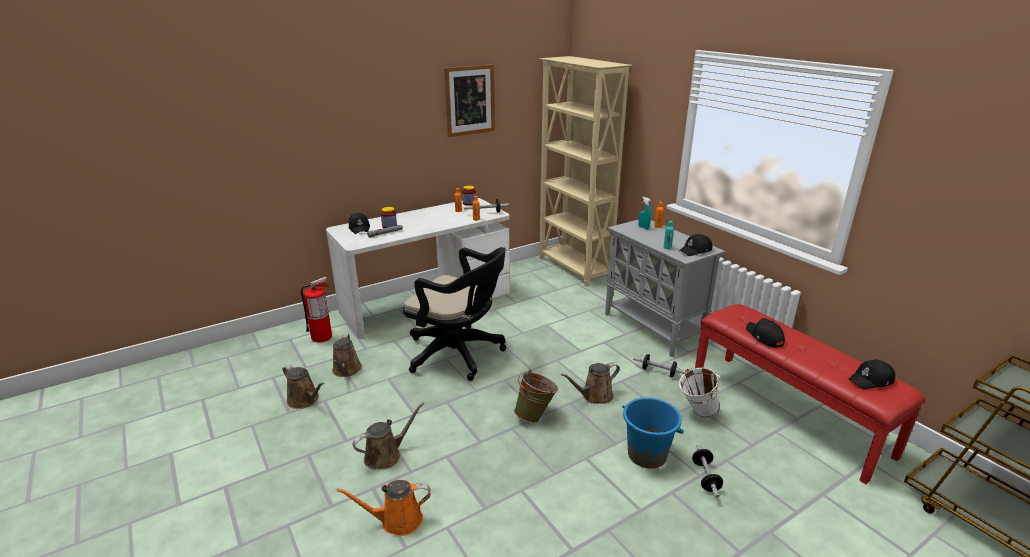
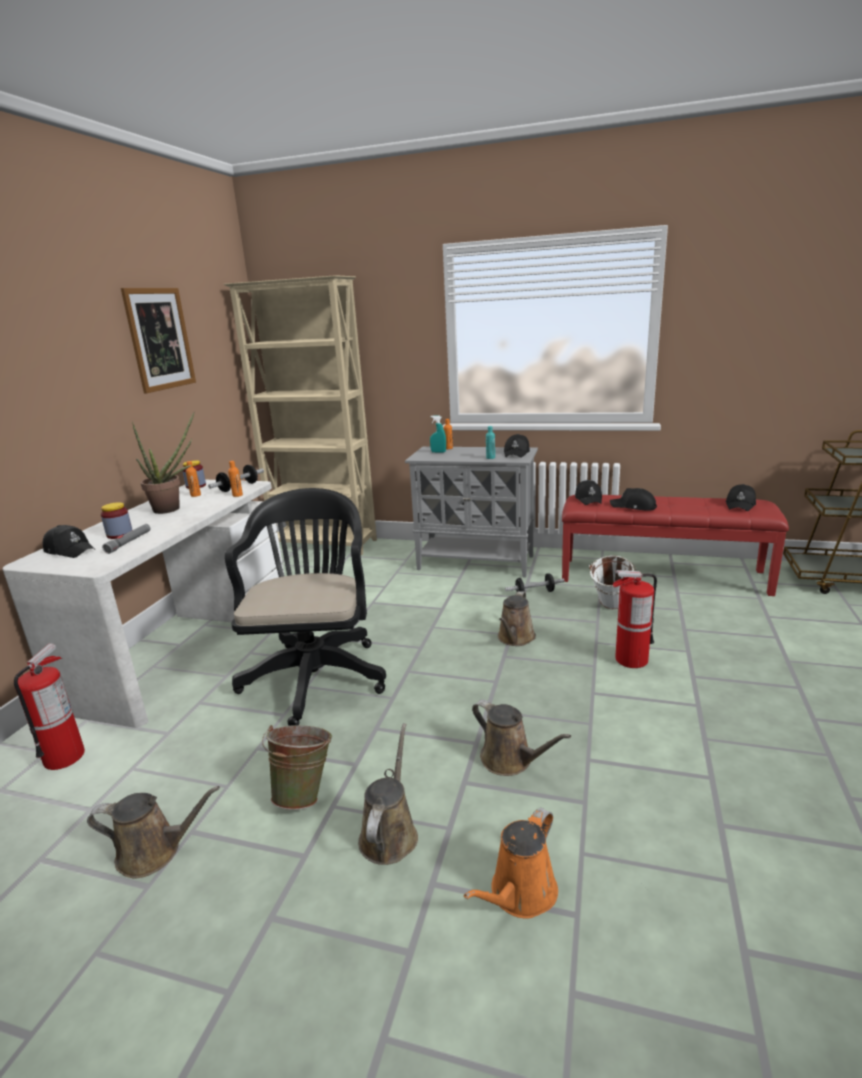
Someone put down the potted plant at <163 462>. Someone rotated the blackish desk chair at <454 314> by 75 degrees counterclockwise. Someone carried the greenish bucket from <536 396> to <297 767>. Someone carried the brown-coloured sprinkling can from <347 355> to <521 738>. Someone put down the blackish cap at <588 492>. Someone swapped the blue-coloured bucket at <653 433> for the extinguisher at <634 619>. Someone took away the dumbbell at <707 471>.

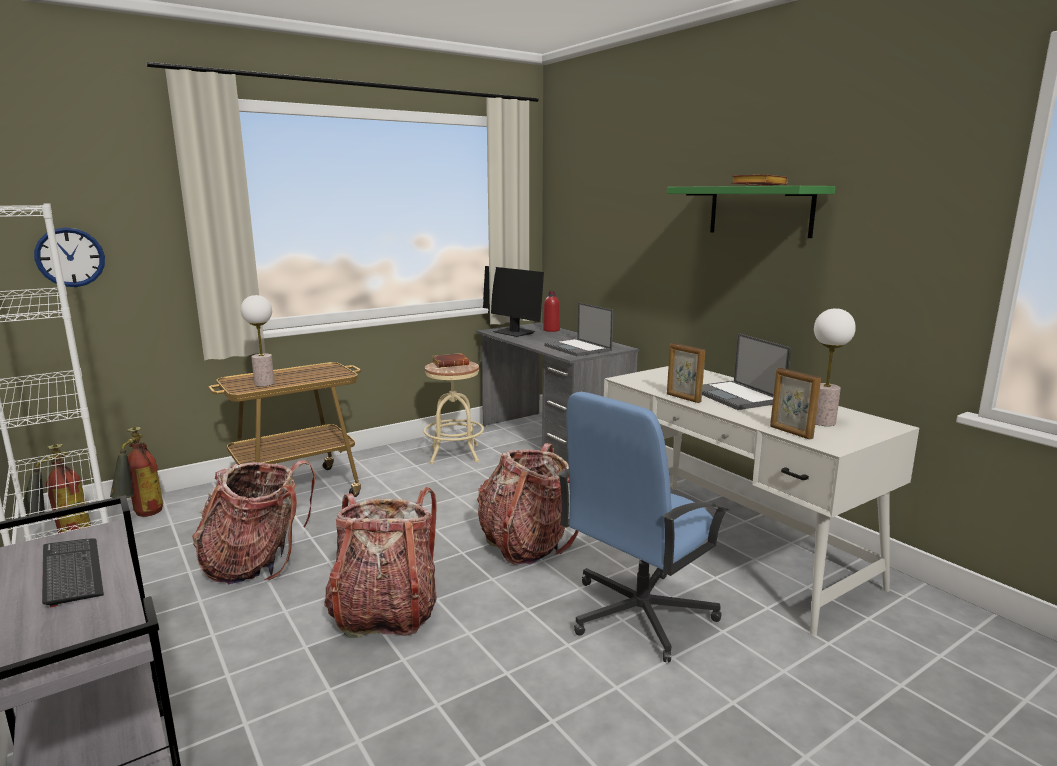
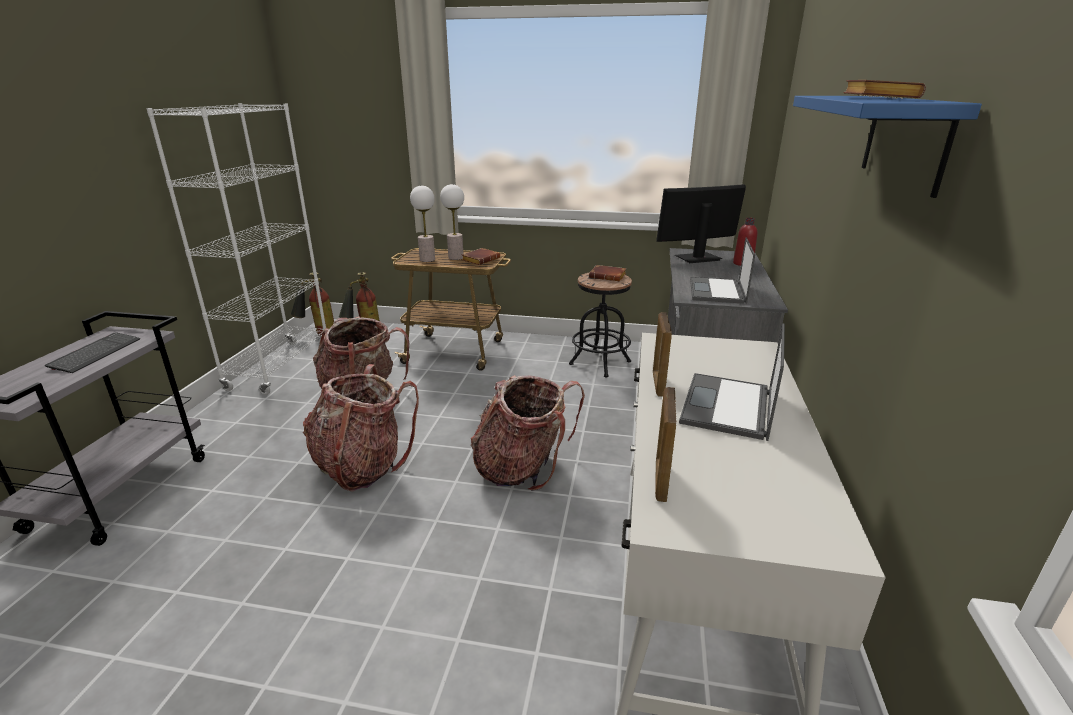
Someone carried the lamp for a table from <835 367> to <452 222>. Someone put down the brown-coloured book at <481 256>. Someone repainted the beige sitting stool at <454 412>, which became the blackish sitting stool at <600 325>. Someone rotated the computer screen at <513 301> by 75 degrees clockwise. Someone repainted the greenish wall shelf at <751 212>, which became the blue-coloured wall shelf at <887 147>. Someone took away the hanging clock at <69 257>. Someone took away the blue-coloured desk chair at <643 527>.

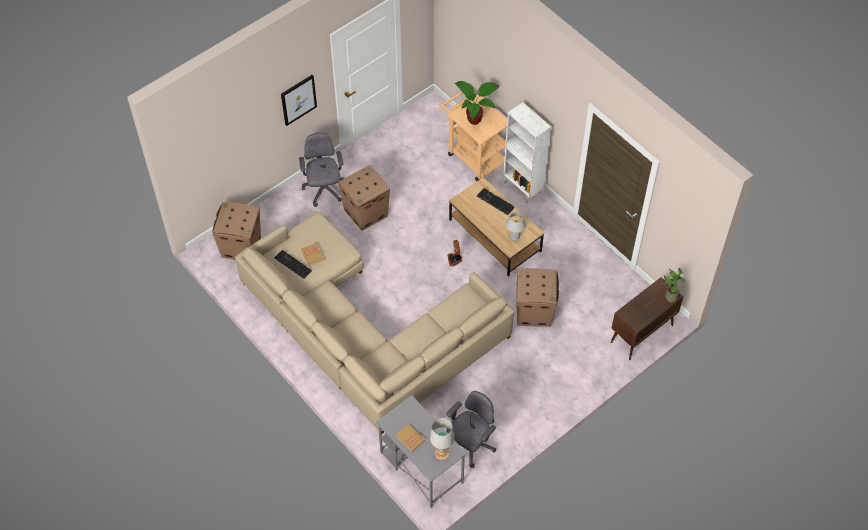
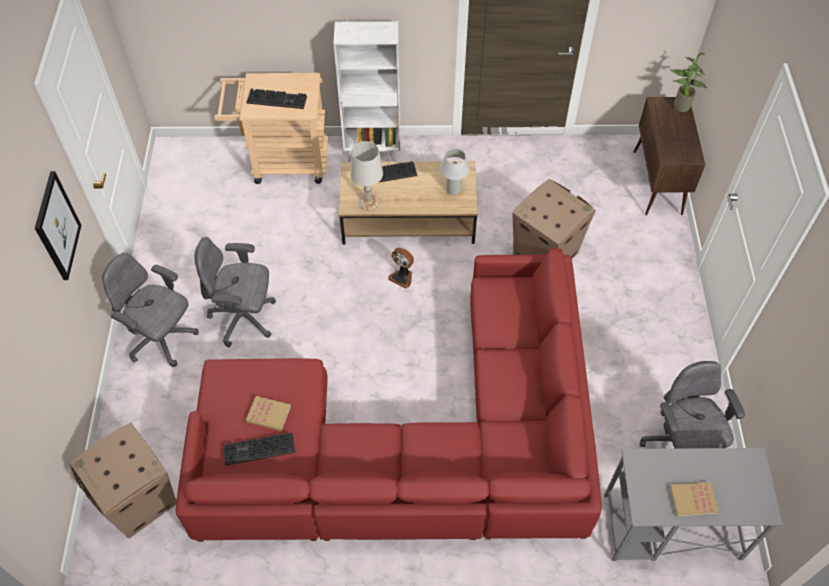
Someone repainted the beige couch at <375 323>, which became the red-coloured couch at <388 395>. Someone swapped the cardboard box at <364 197> for the greyish desk chair at <235 292>. Someone swapped the potted plant at <477 103> for the computer keyboard at <276 98>. Someone carried the white-coloured lamp for a table from <442 439> to <366 176>.

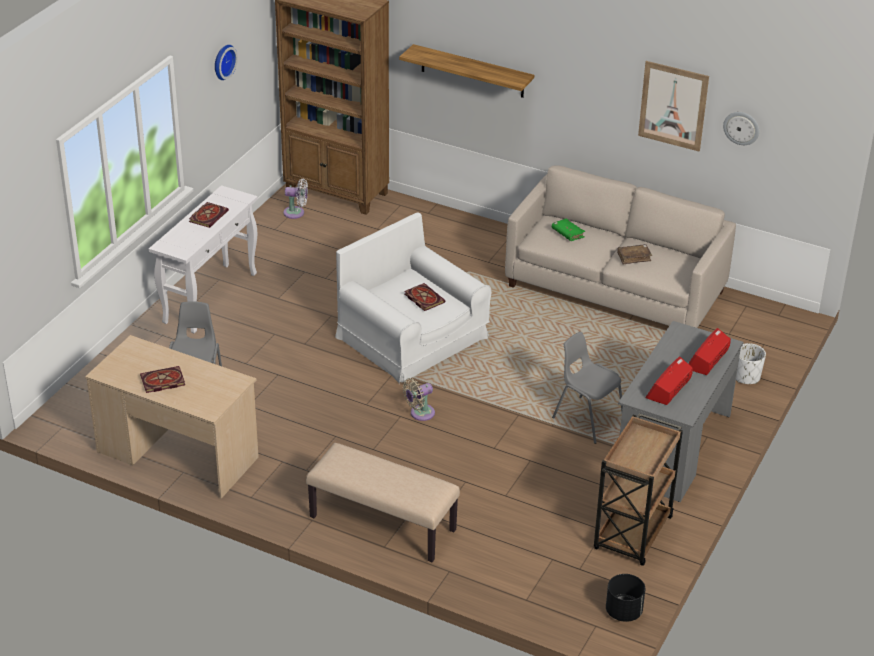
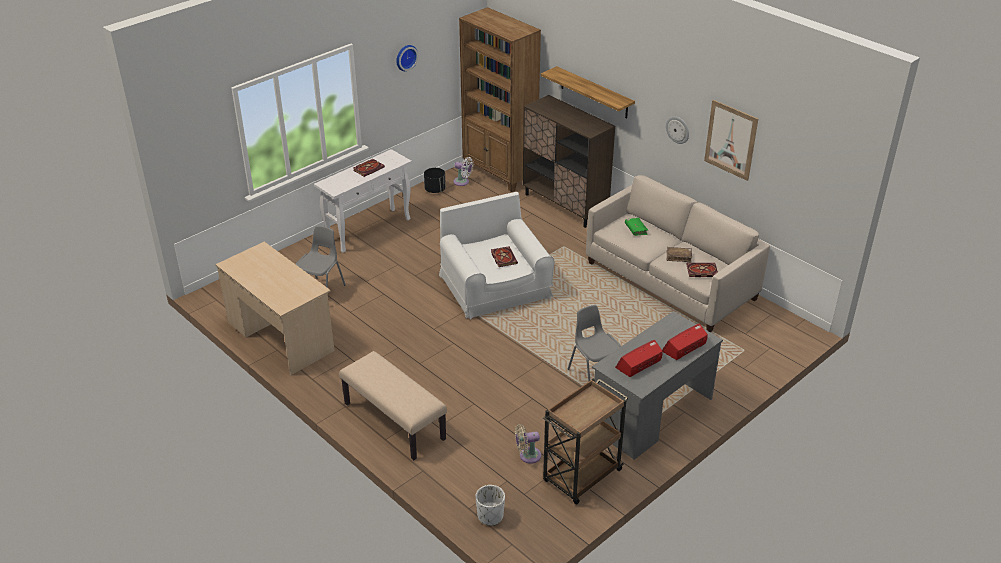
Someone carried the blackish planter from <625 598> to <435 180>. Someone carried the white-coloured planter from <751 363> to <490 505>. Someone carried the beige fan from <419 399> to <528 444>. Someone put down the brown-coloured cabinet at <569 161>. Someone carried the hanging clock from <741 128> to <677 130>. Someone carried the book from <162 379> to <702 270>.

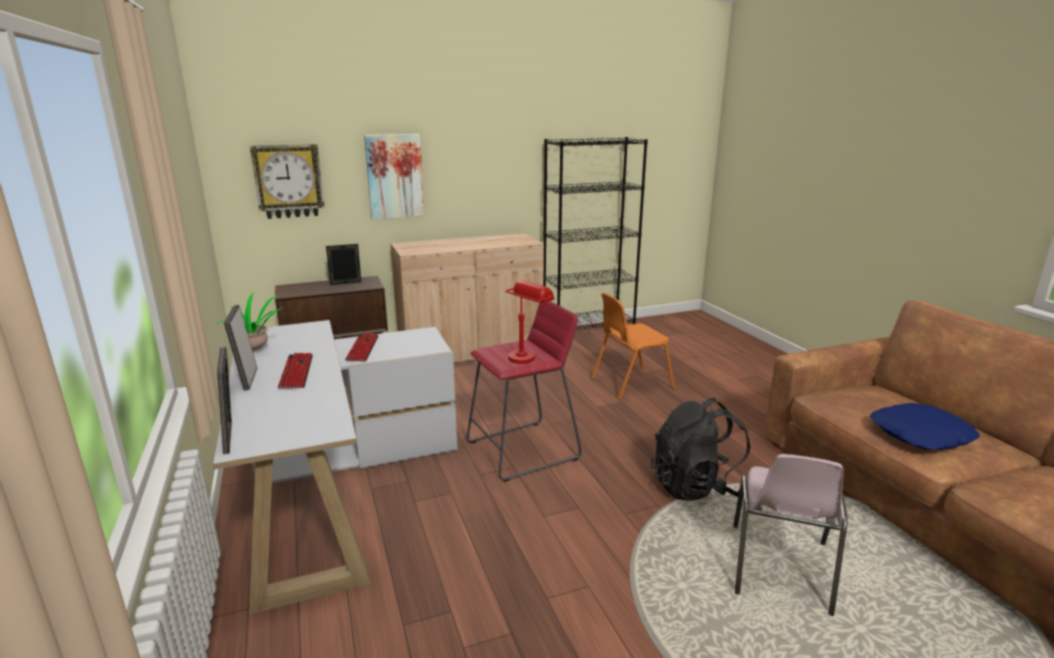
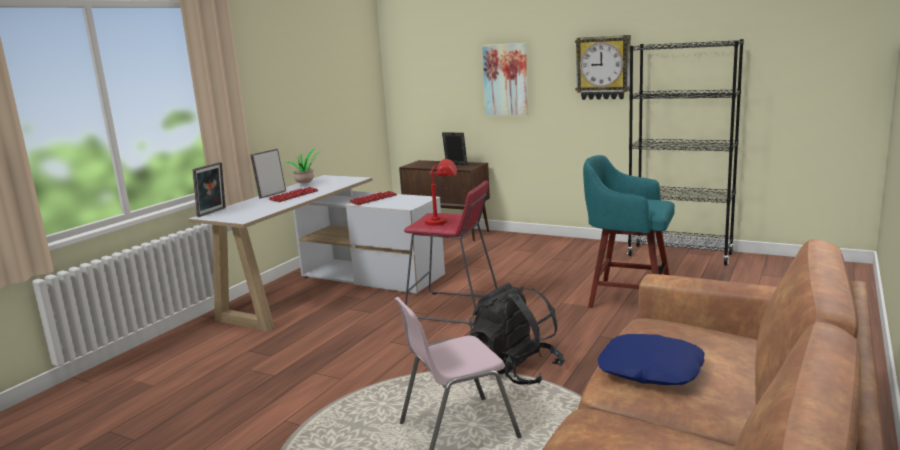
Someone carried the hanging clock from <287 181> to <603 67>. Someone swapped the orange plain chair at <633 346> for the blue-green sitting stool at <629 231>. Someone took away the beige cabinet at <467 297>.

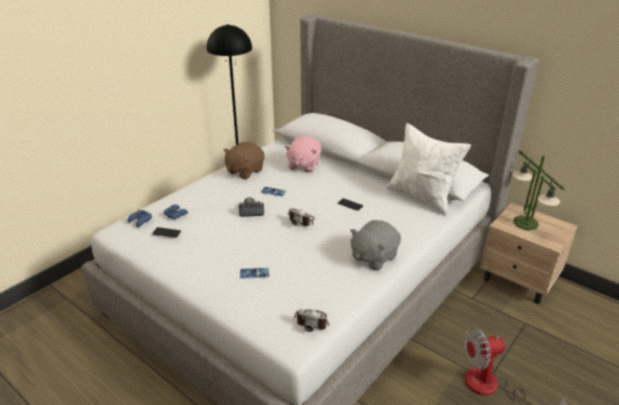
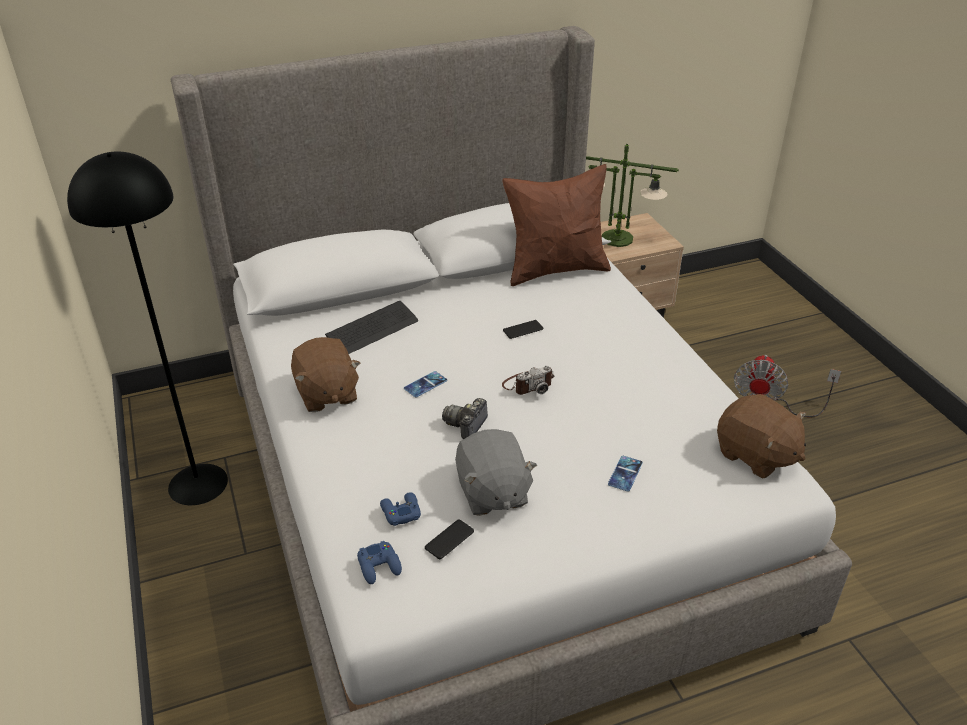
Someone swapped the pinkish soft toy at <303 154> for the computer keyboard at <371 327>. Someone carried the greyish soft toy from <375 245> to <496 472>. Someone repainted the white-coloured cushion at <428 169>, which became the brown-coloured cushion at <557 225>. Someone swapped the photo camera at <312 320> for the brown-coloured soft toy at <761 436>.

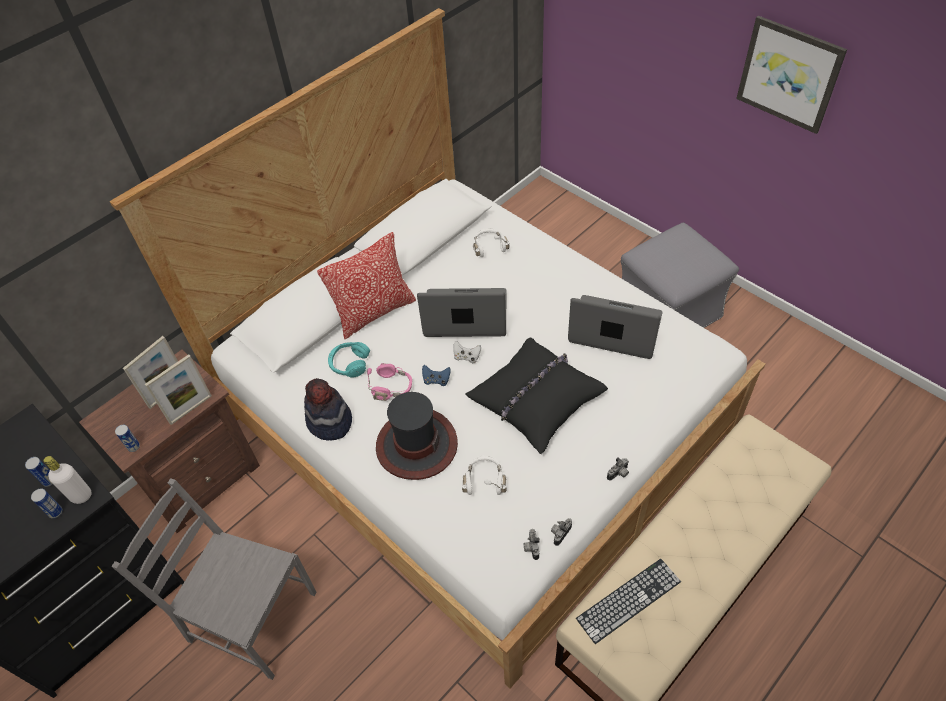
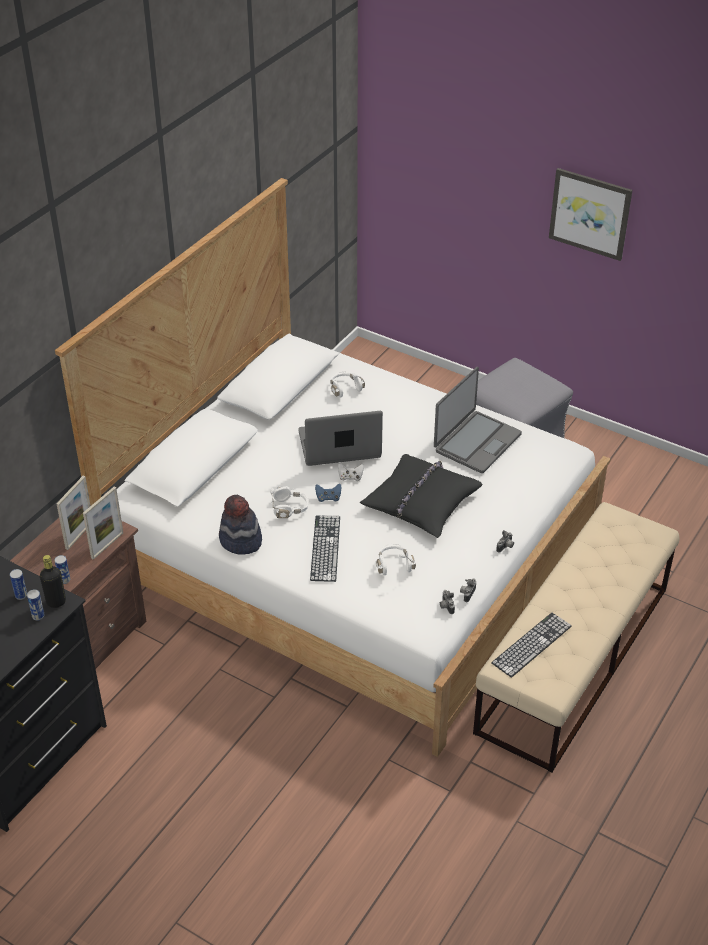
Someone repainted the white-coloured bottle at <68 480>, which became the blackish bottle at <53 581>. Someone repainted the pinkish pair of headphones at <389 382>, which became the white-coloured pair of headphones at <289 502>. Someone swapped the wearable hat at <417 436> for the computer keyboard at <325 548>. Someone rotated the portable computer at <615 327> by 120 degrees clockwise. Someone took away the greyish plain chair at <214 579>. Someone took away the cushion at <366 286>. Someone took away the blue-green pair of headphones at <349 360>.

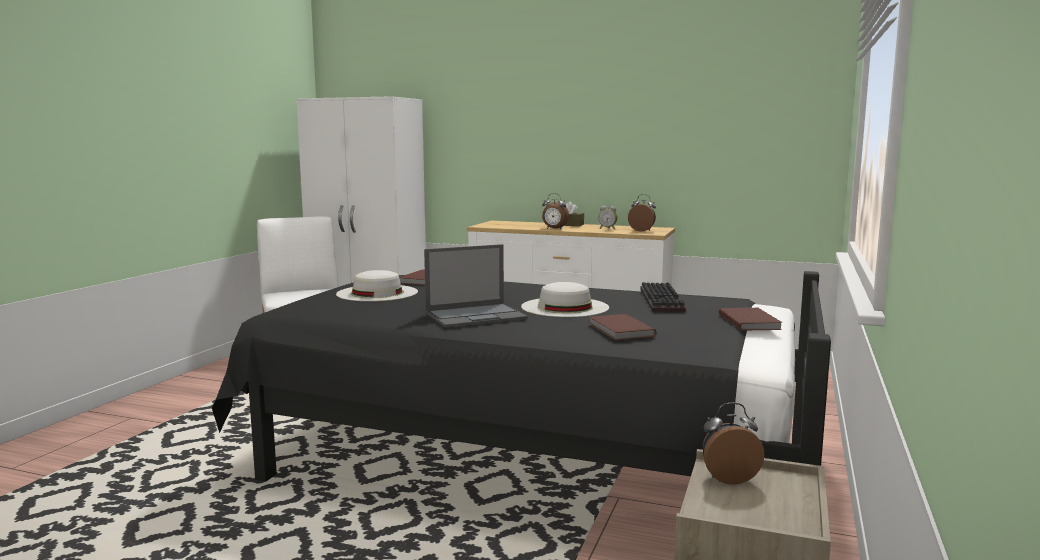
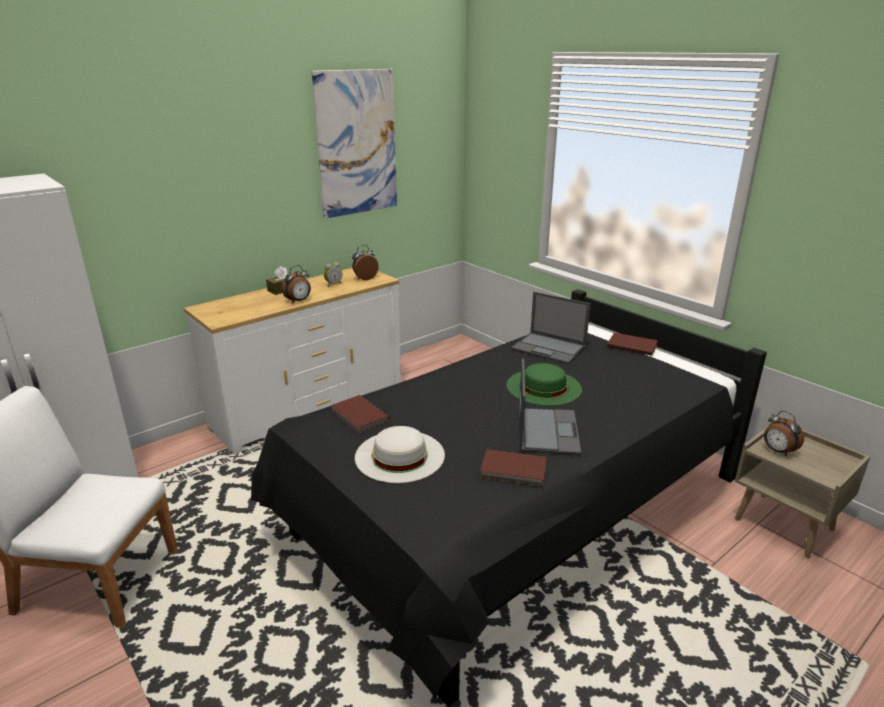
Someone put up the wall picture at <354 144>. Someone carried the brown-coloured book from <622 327> to <513 467>. Someone repainted the white-coloured wearable hat at <565 299>, which became the greenish wearable hat at <544 384>. Someone swapped the computer keyboard at <663 297> for the portable computer at <551 328>. Someone rotated the alarm clock at <734 444> by 60 degrees counterclockwise.

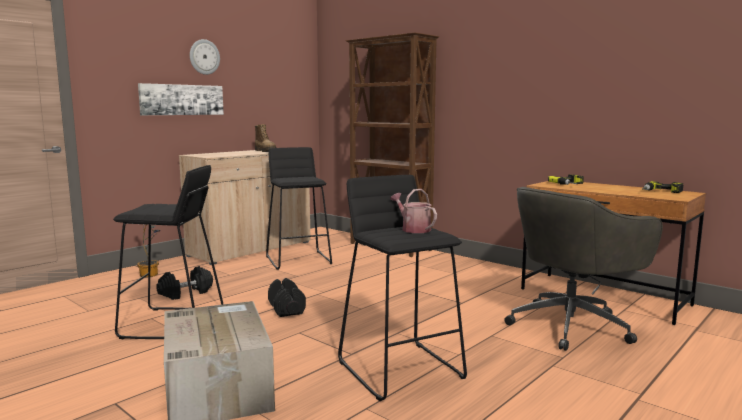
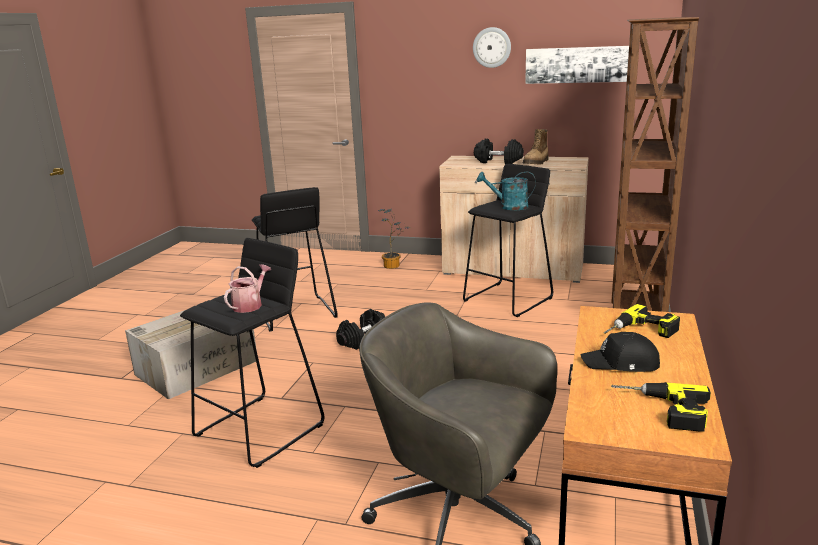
Someone carried the blackish dumbbell from <184 283> to <499 151>. Someone put down the blue-green sprinkling can at <506 191>. Someone carried the wall picture from <181 99> to <577 65>. Someone put down the blackish cap at <620 352>.

